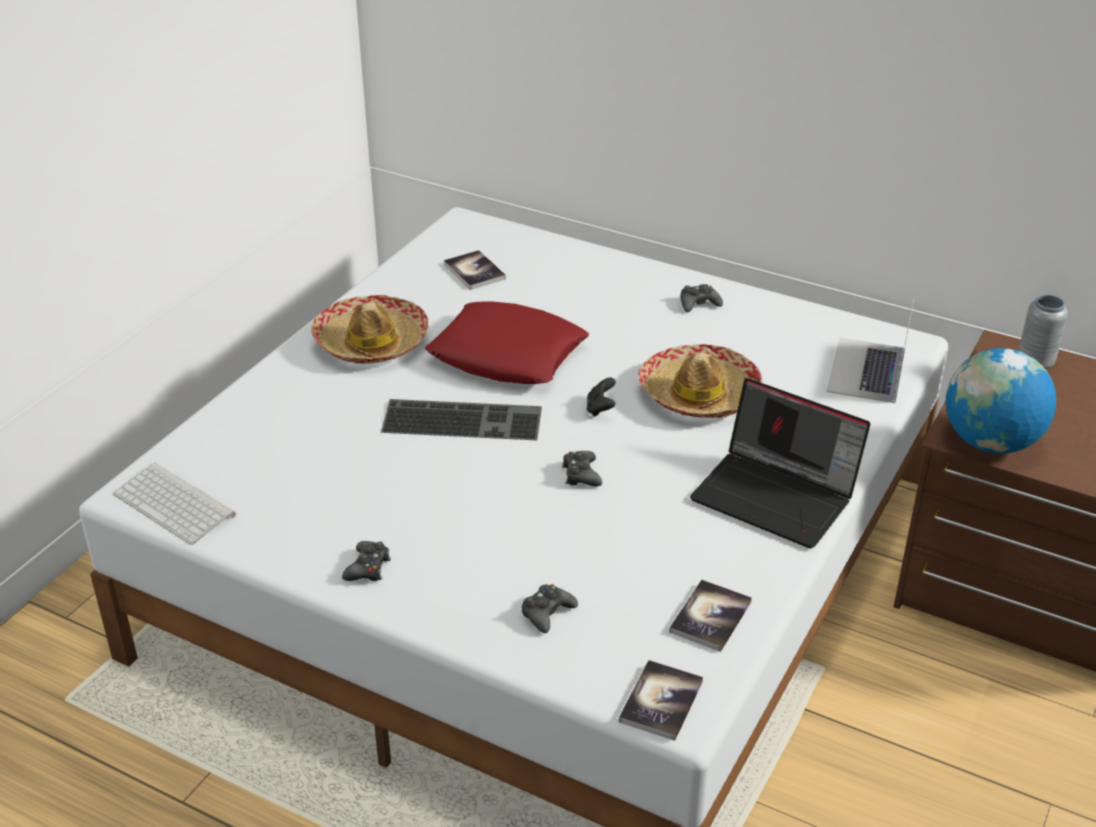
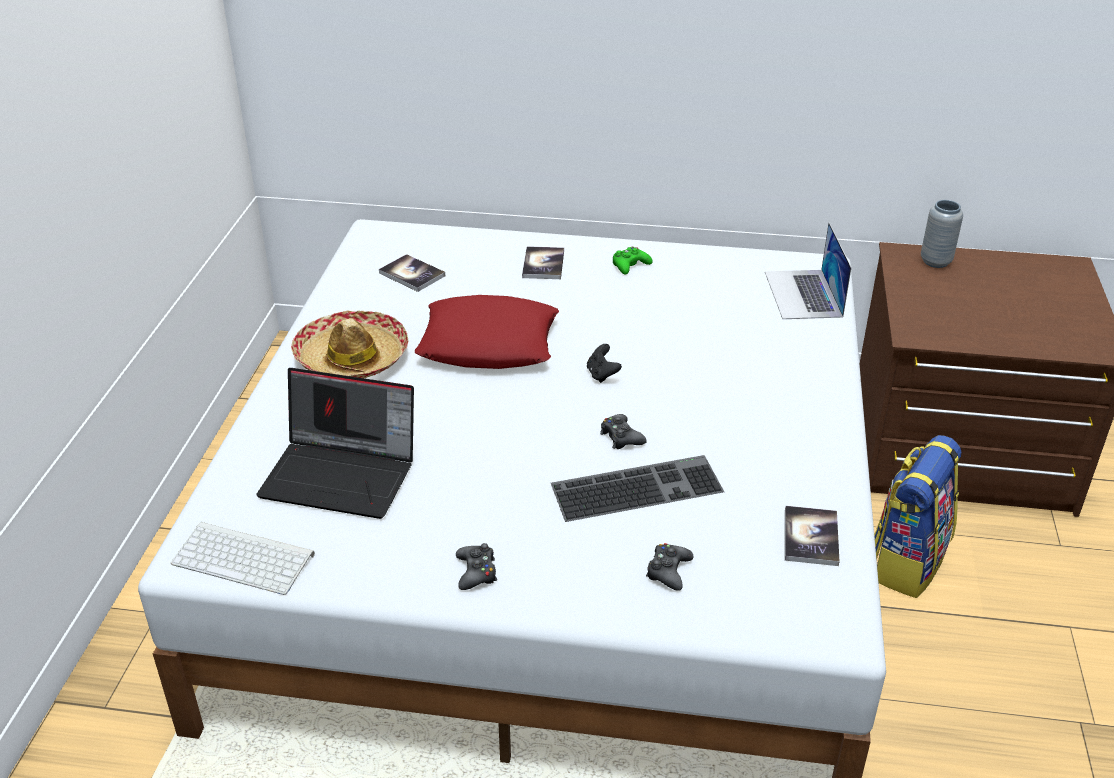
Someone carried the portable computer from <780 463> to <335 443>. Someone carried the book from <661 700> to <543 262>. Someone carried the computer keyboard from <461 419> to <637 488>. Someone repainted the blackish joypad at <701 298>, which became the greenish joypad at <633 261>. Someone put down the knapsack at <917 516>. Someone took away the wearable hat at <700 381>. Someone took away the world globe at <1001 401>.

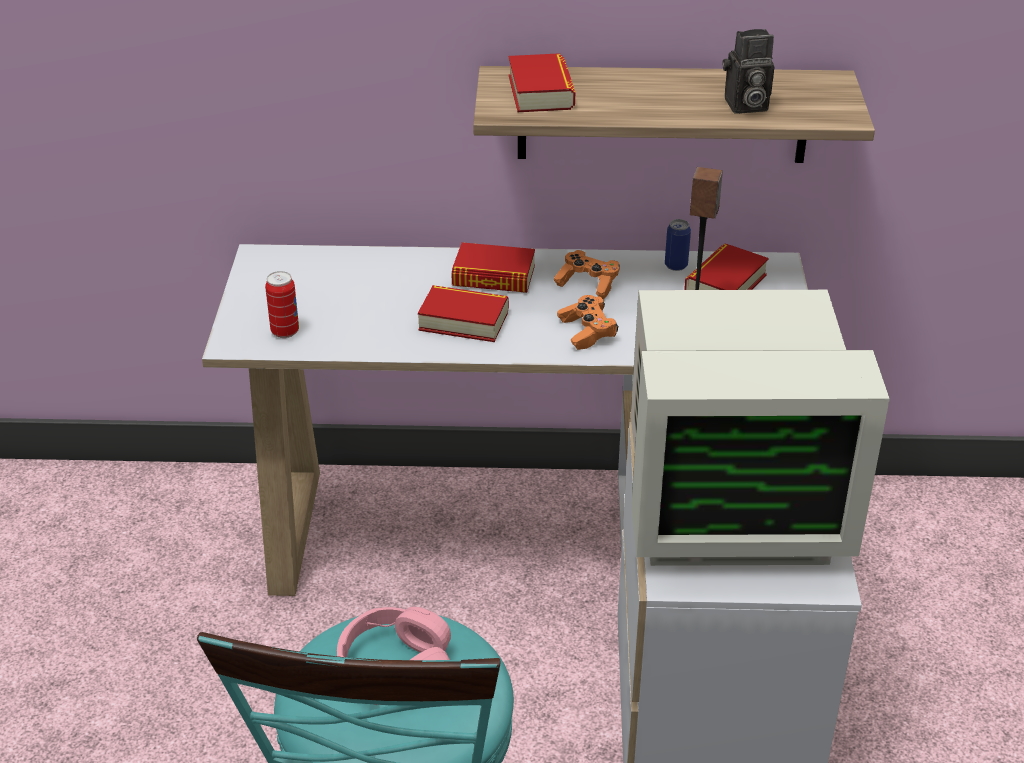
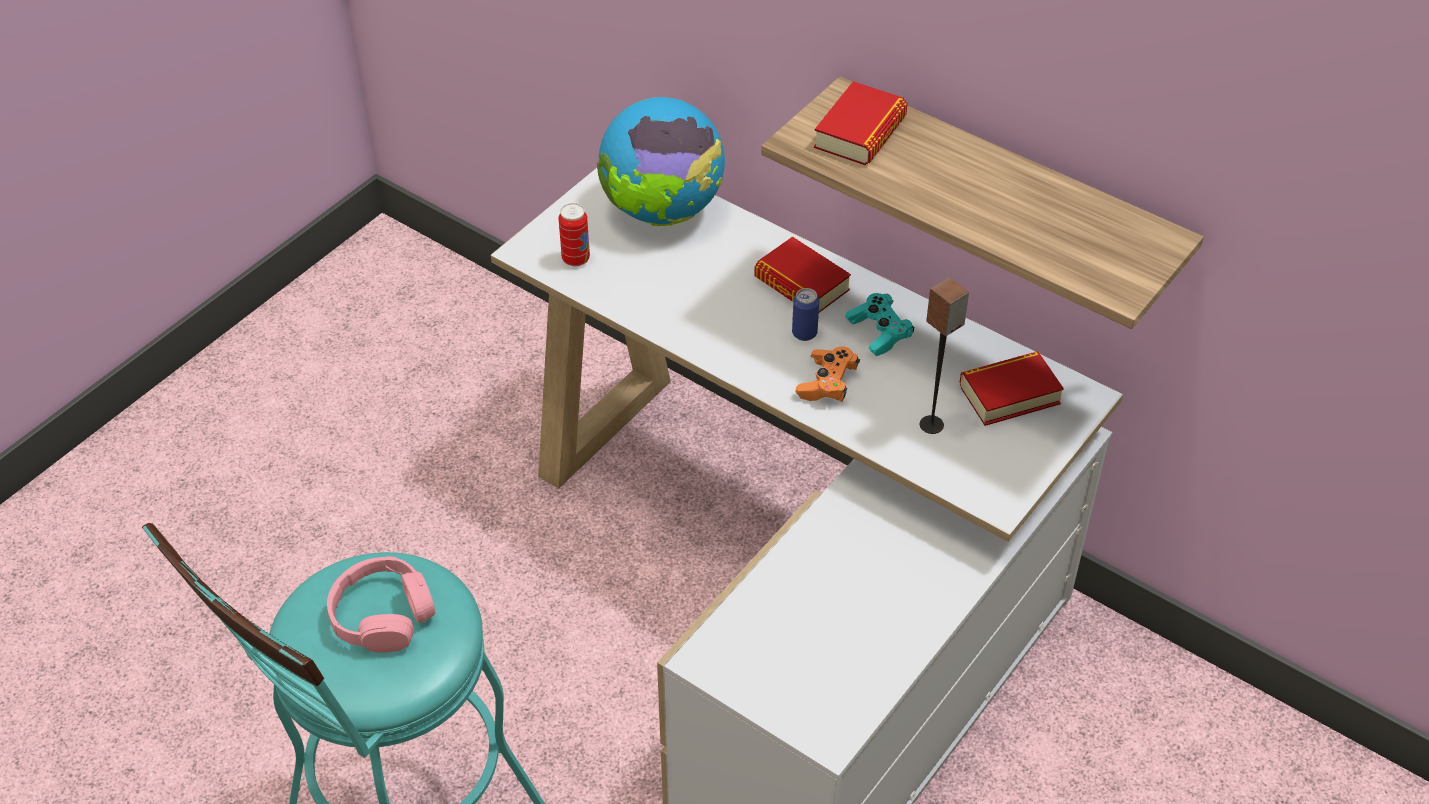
Someone put down the world globe at <661 161>. Someone carried the can from <678 245> to <805 314>. Someone repainted the orange joypad at <586 275>, which became the blue-green joypad at <879 324>. Someone took away the book at <463 313>. Someone took away the computer screen at <760 428>. Someone took away the photo camera at <748 71>.

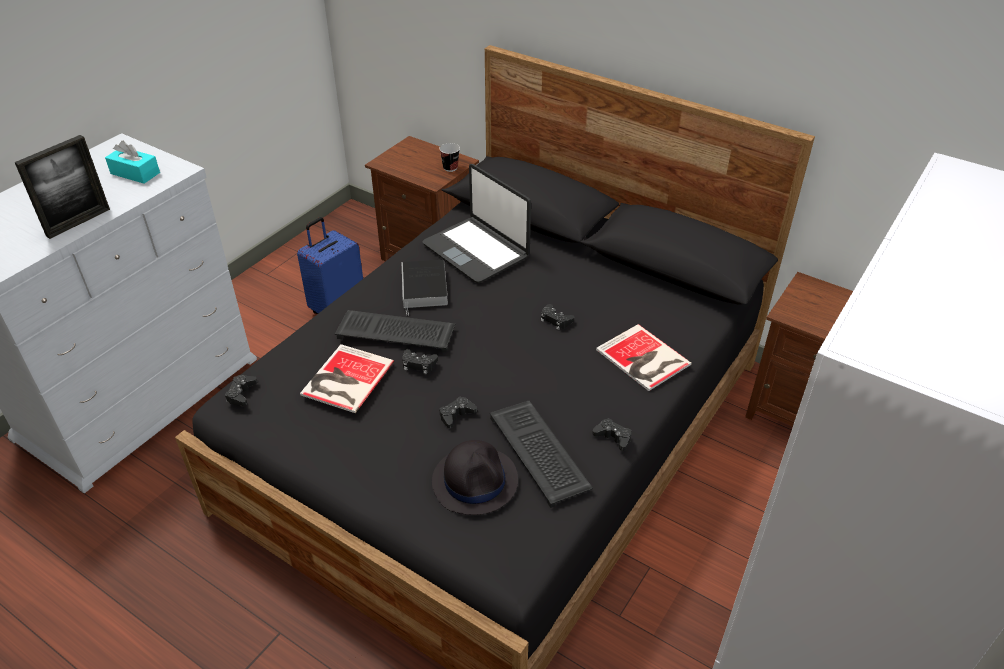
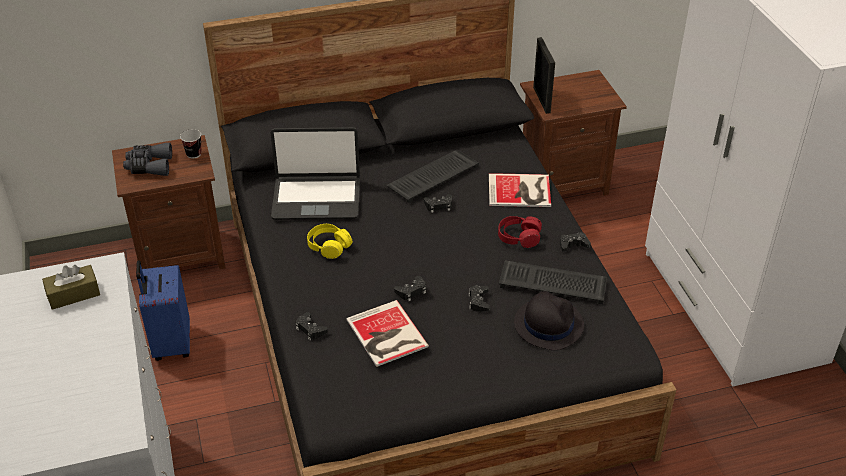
Someone repainted the blue-green box of tissues at <132 162>, which became the brown-coloured box of tissues at <71 287>. Someone put down the greyish field glasses at <147 159>. Someone carried the blackish joypad from <241 390> to <312 326>. Someone swapped the book at <424 287> for the yellowish pair of headphones at <330 241>. Someone carried the computer keyboard from <395 331> to <432 176>. Someone put down the red-coloured pair of headphones at <520 232>. Someone carried the picture frame from <62 187> to <544 75>.

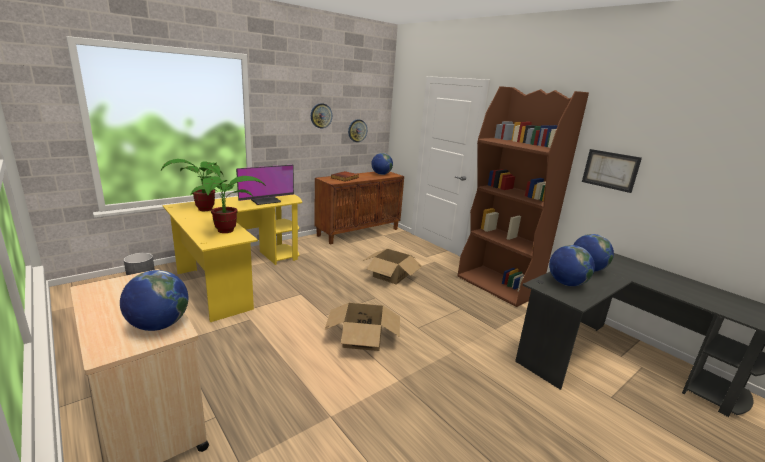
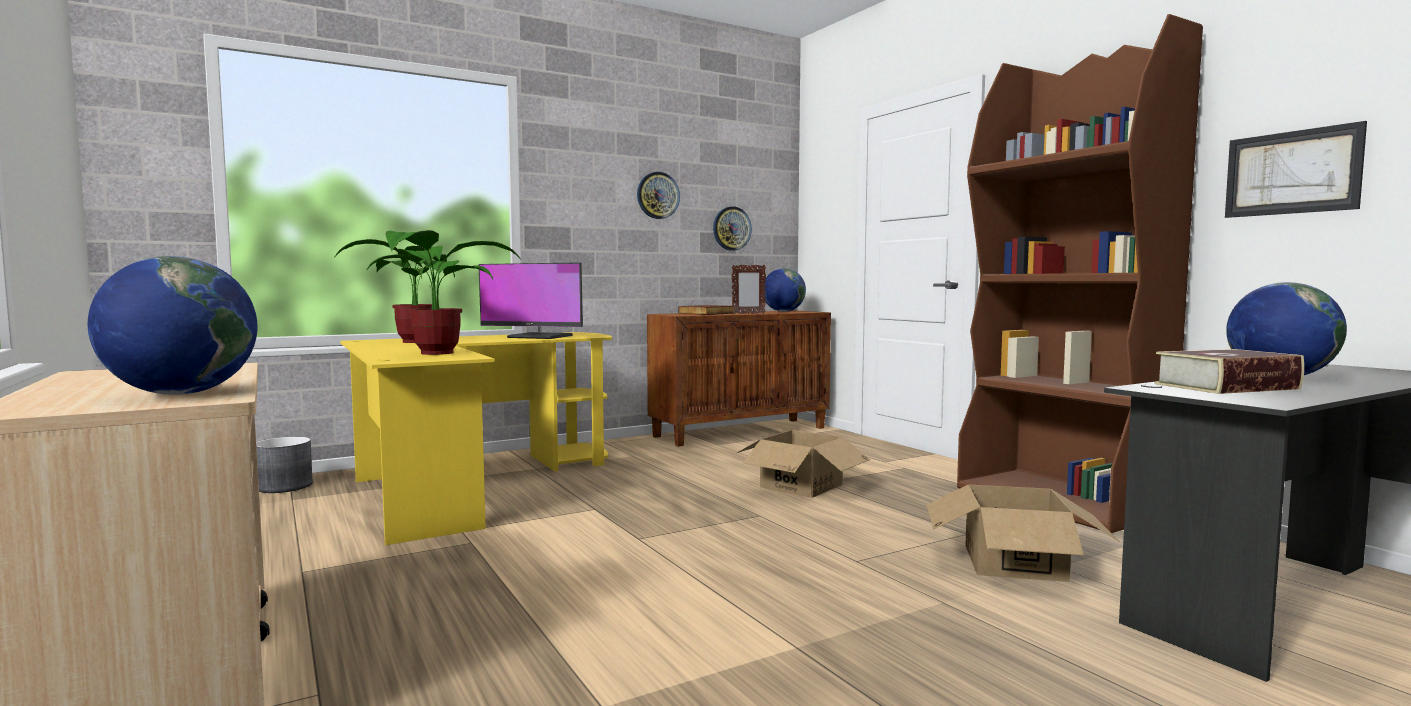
Someone rotated the computer screen at <265 184> by 45 degrees clockwise. Someone put down the picture frame at <748 289>. Someone carried the cardboard box from <362 327> to <1023 533>. Someone swapped the world globe at <572 265> for the book at <1229 371>.

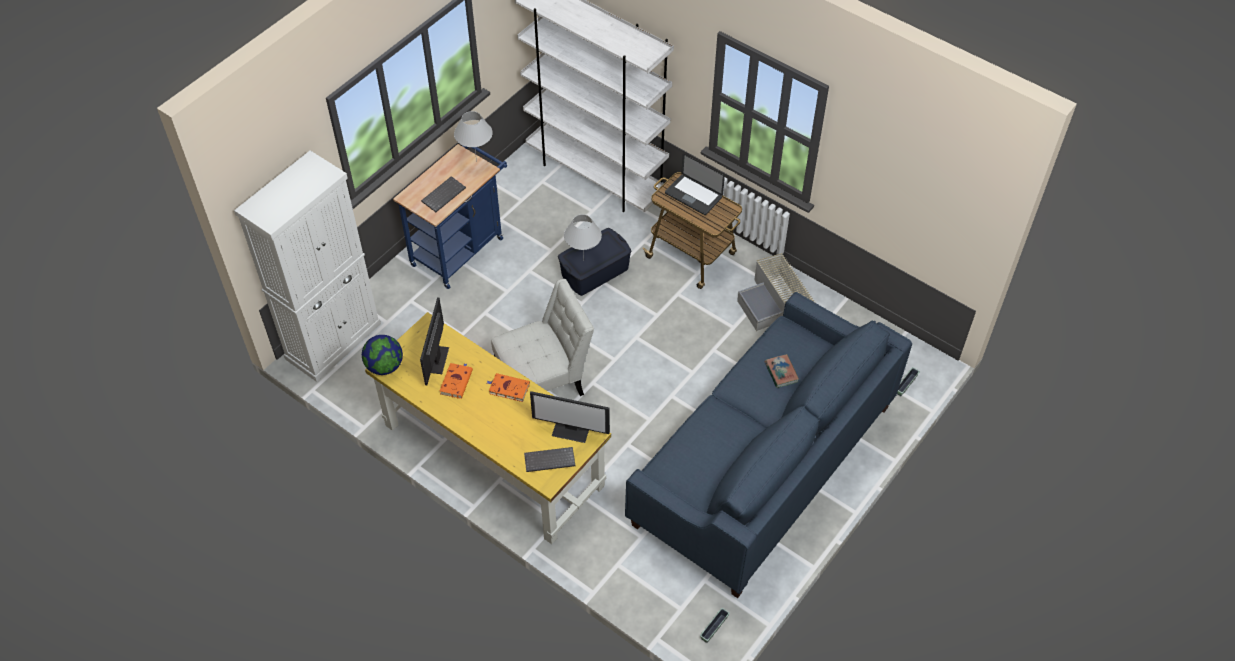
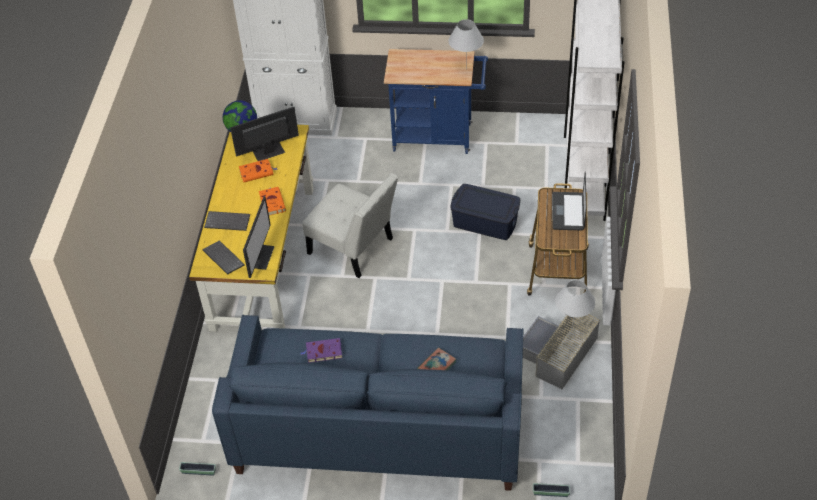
Someone carried the computer keyboard from <443 194> to <227 221>. Someone rotated the computer screen at <570 417> by 150 degrees counterclockwise. Someone put down the purplish book at <321 350>. Someone carried the white-coloured lamp for a table from <583 237> to <575 304>.

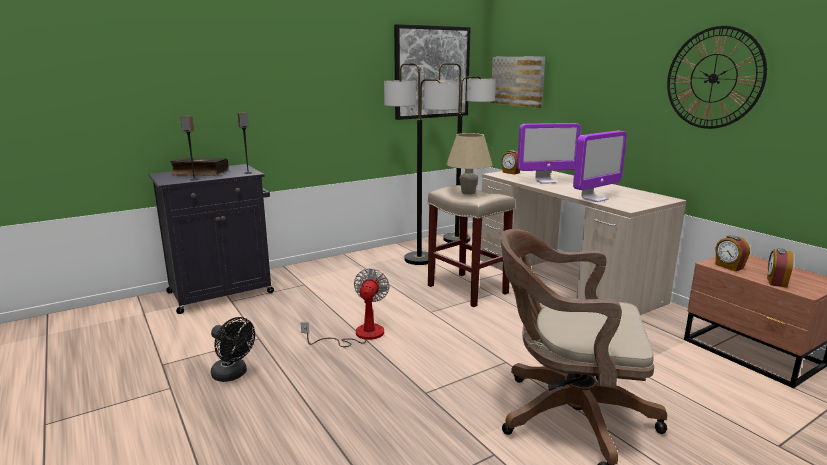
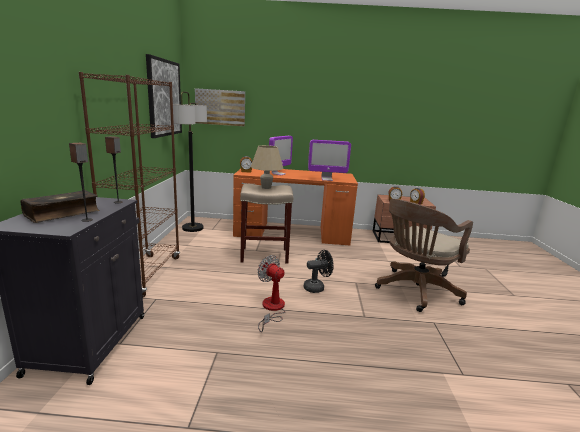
Someone put down the brown-coloured bookshelf at <129 184>. Someone repainted the beige desk at <583 242>, which became the orange desk at <295 206>. Someone carried the blackish fan from <233 349> to <319 271>. Someone rotated the computer screen at <600 166> by 90 degrees clockwise. Someone took away the floor lamp at <421 164>. Someone took away the hanging clock at <717 77>.

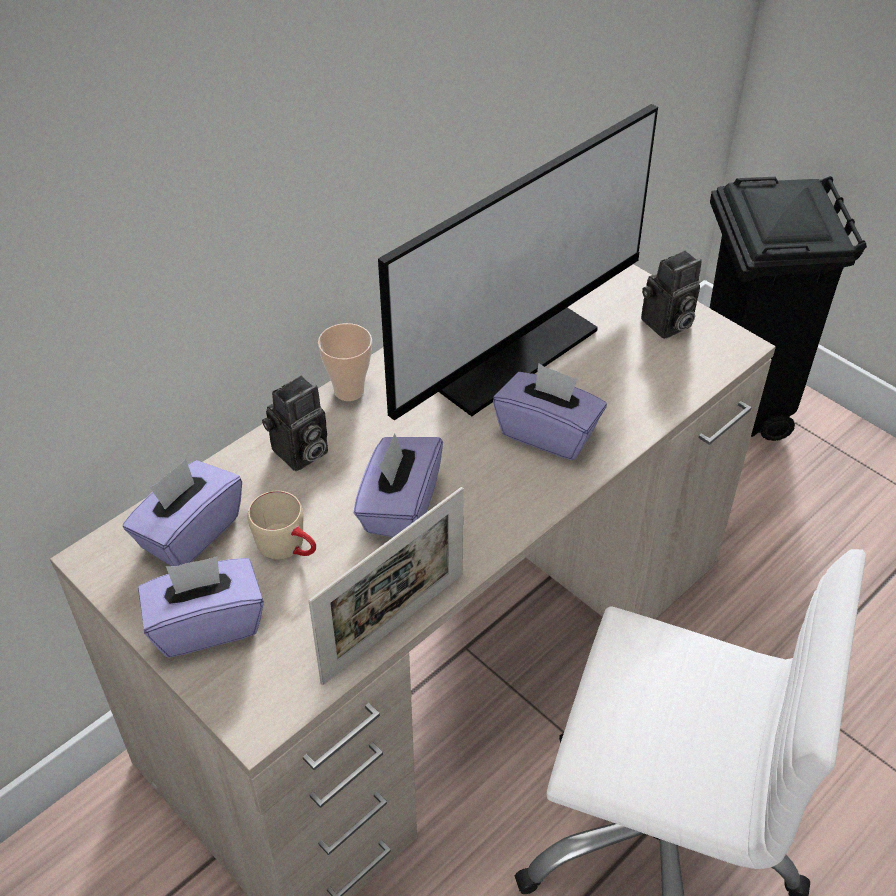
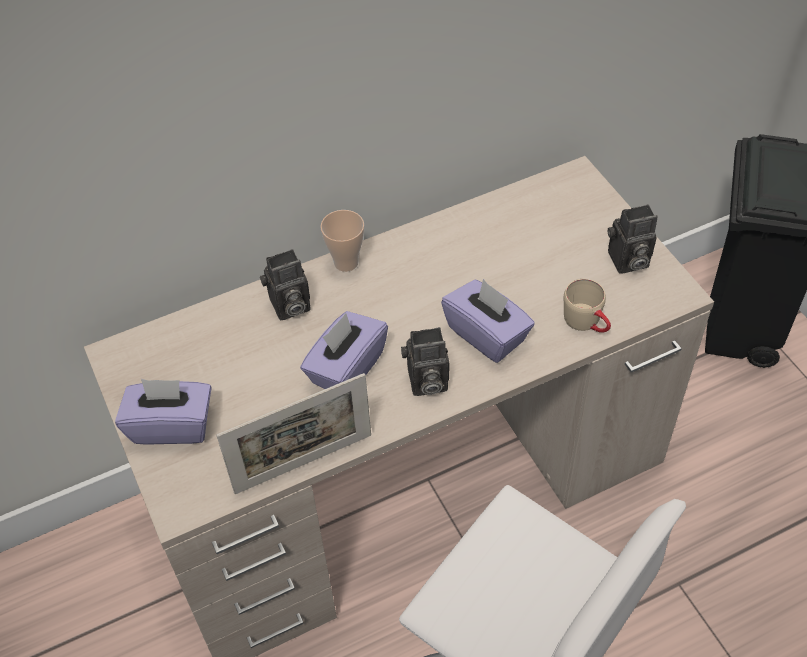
Someone put down the photo camera at <425 361>. Someone carried the beige mug from <282 525> to <587 306>. Someone took away the purplish box of tissues at <182 512>. Someone took away the computer screen at <518 262>.

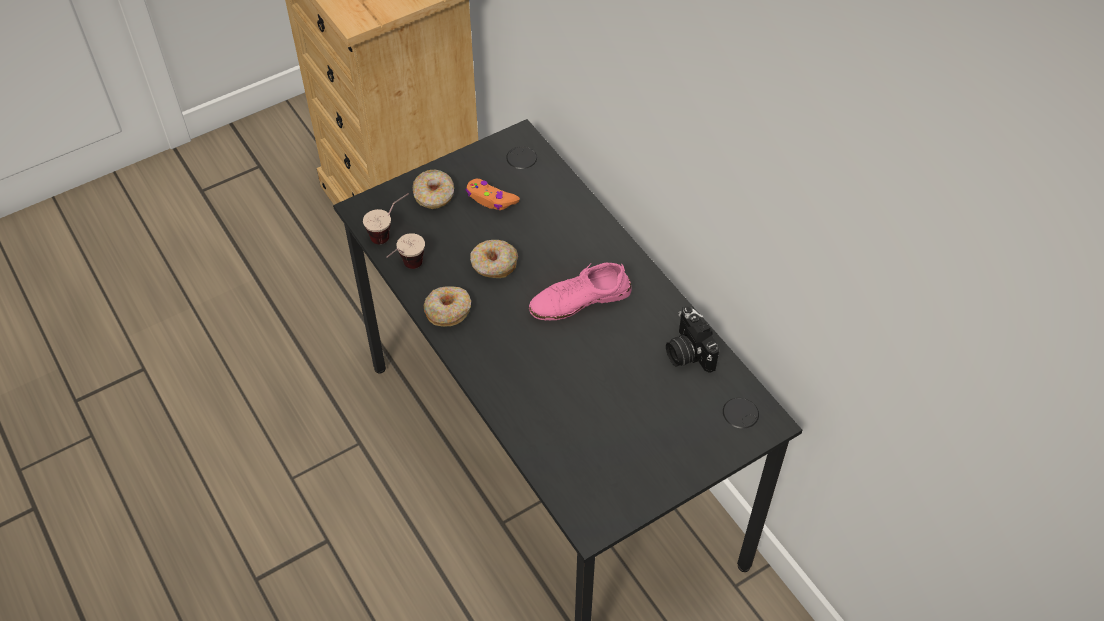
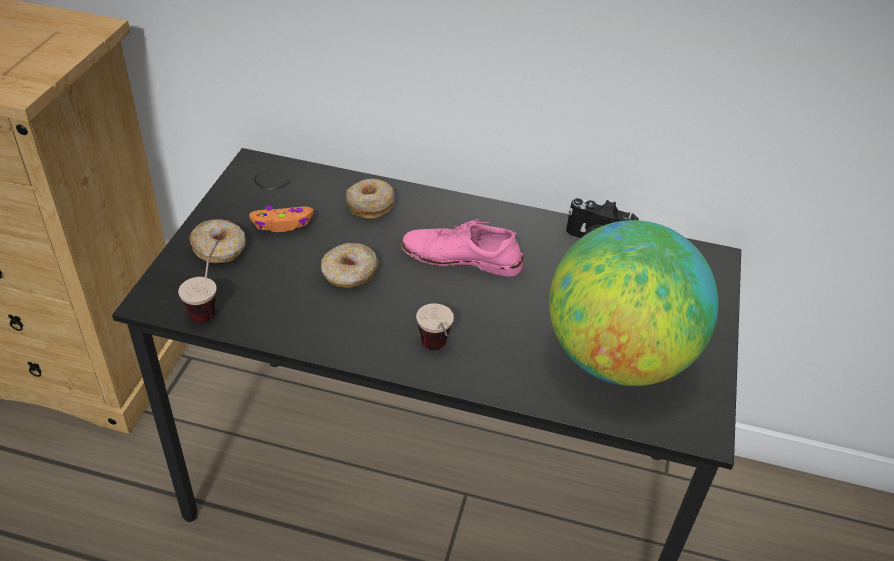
Someone carried the doughnut from <447 306> to <370 199>. Someone rotated the pinkish low shoe at <580 291> by 75 degrees clockwise. Someone carried the small cup from <405 251> to <435 326>. Someone put down the world globe at <633 303>.

